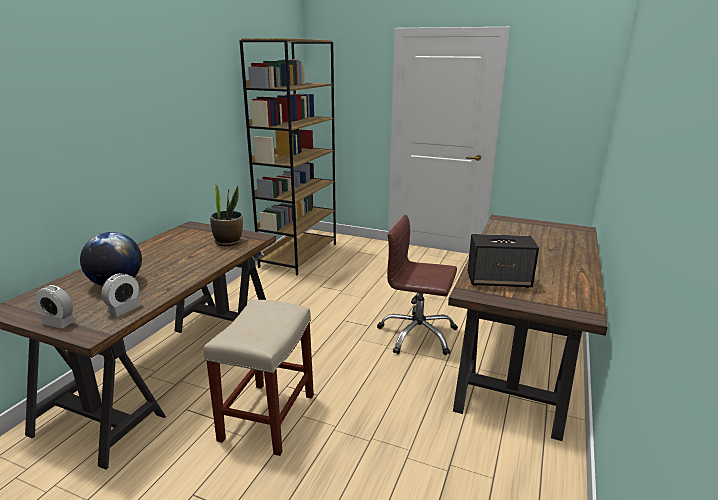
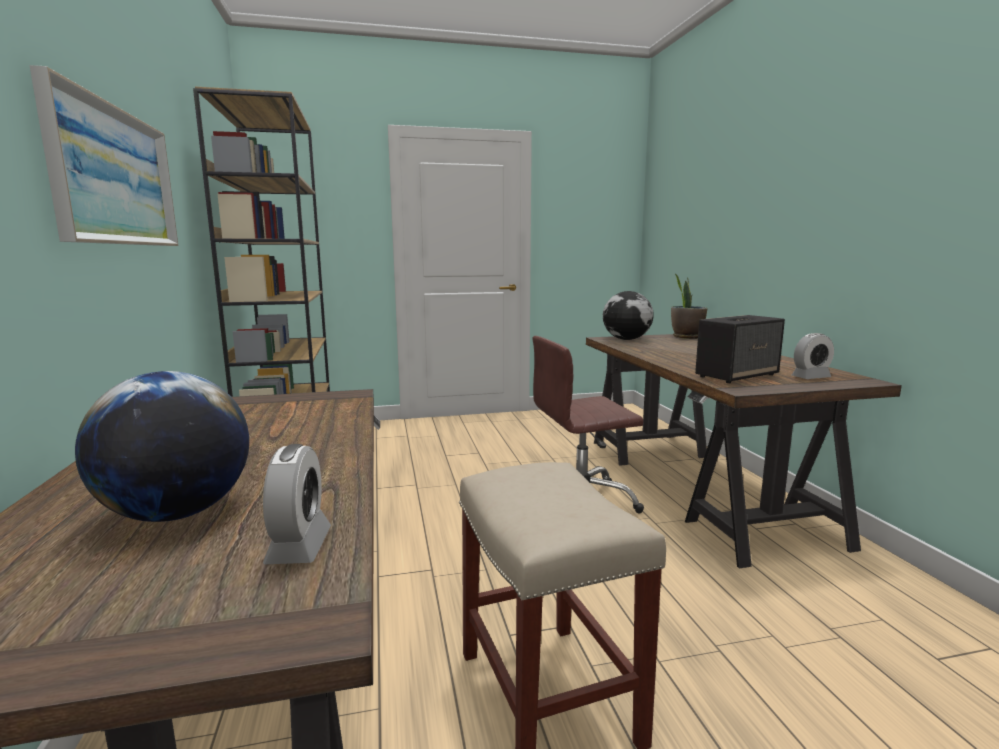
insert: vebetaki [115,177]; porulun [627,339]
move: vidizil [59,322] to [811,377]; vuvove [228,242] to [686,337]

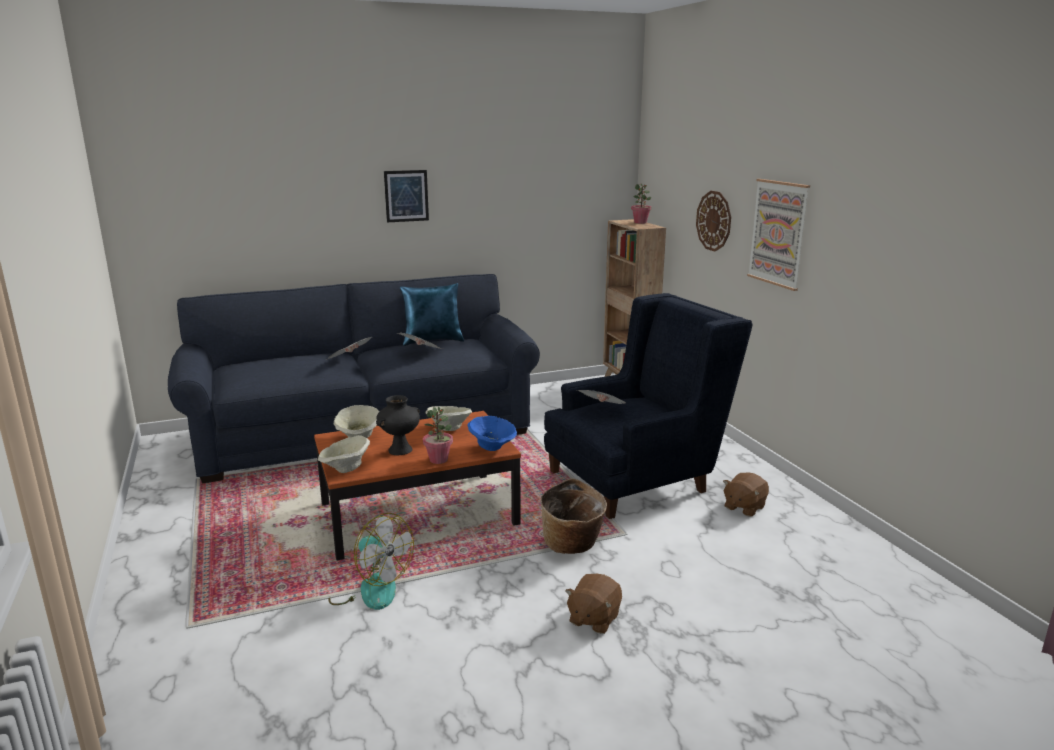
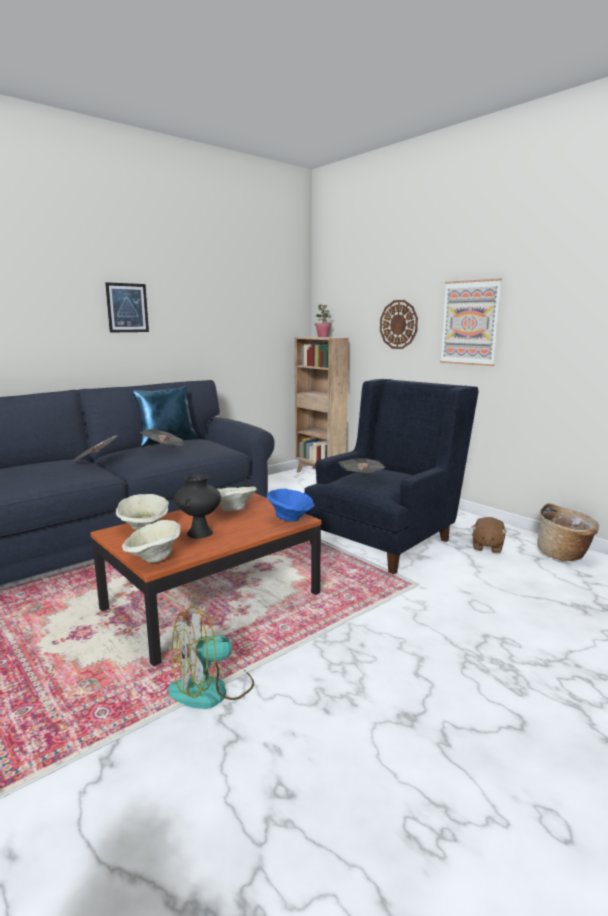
delete: vuvove [439,460]; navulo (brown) [593,619]
move: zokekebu [572,545] to [564,555]
rotate: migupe [370,588] = [211,689] 135 degrees clockwise

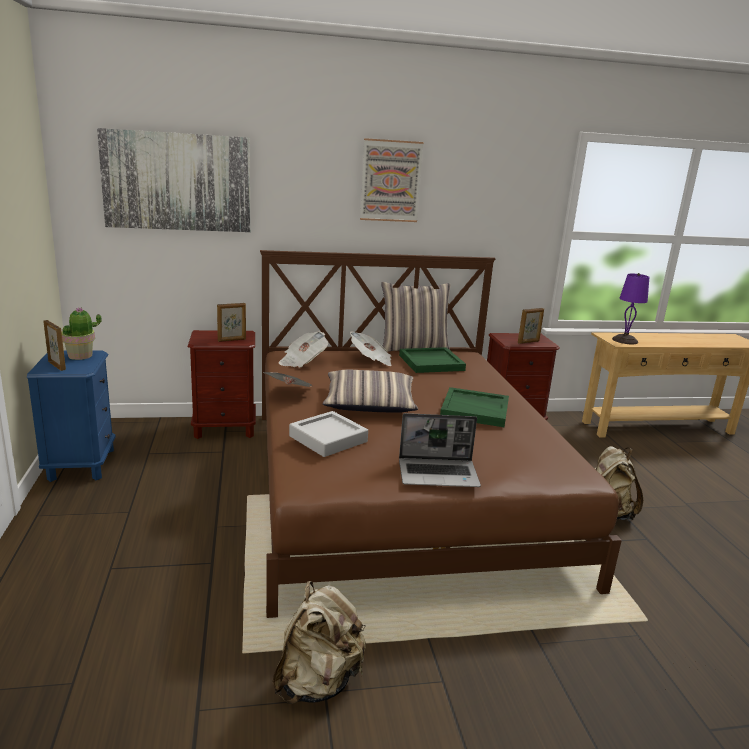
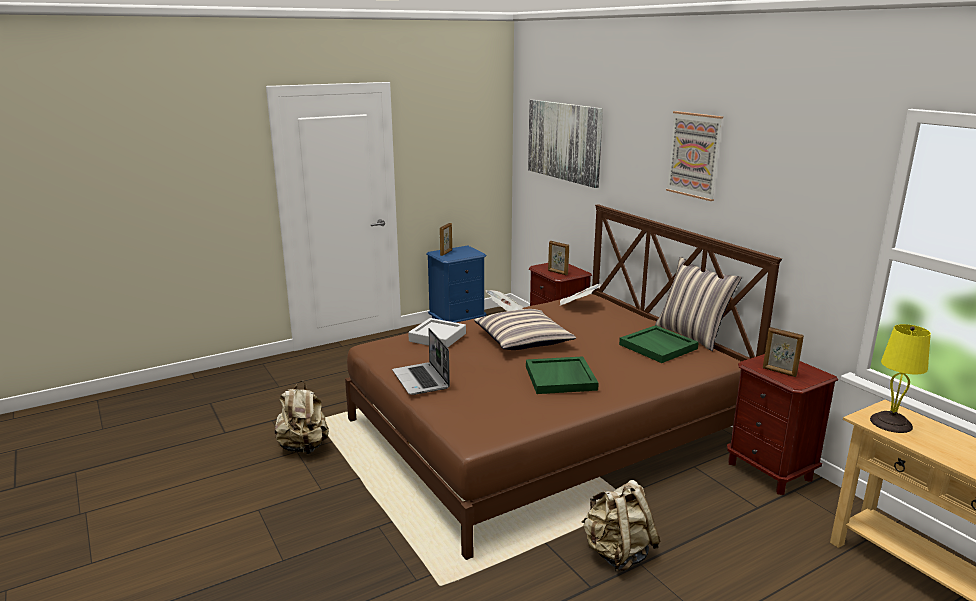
delete: vuvove [81,356]; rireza [371,360]
recolor: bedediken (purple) [625,340] to bedediken (yellow) [891,423]

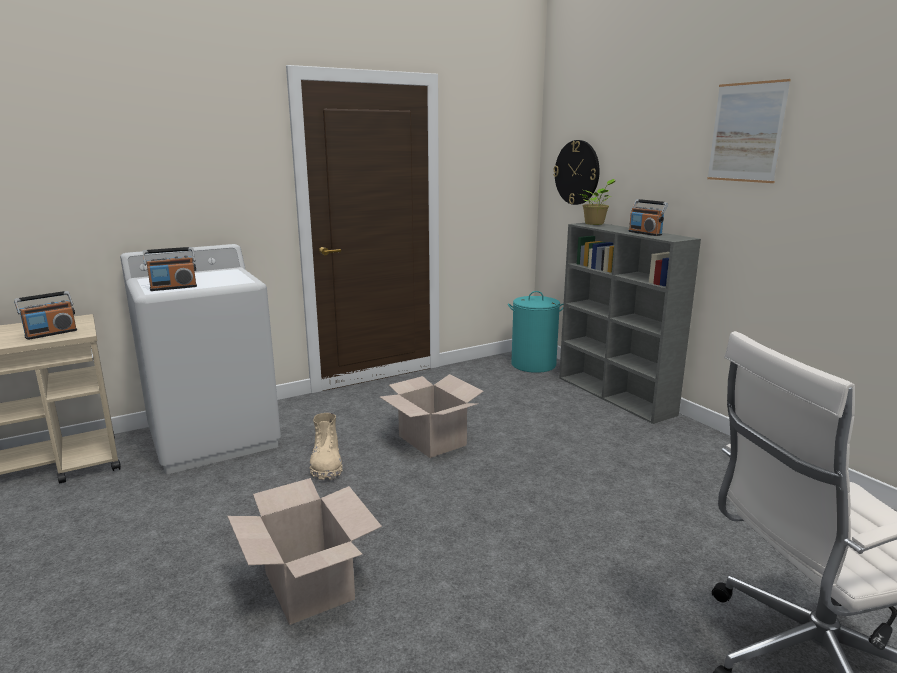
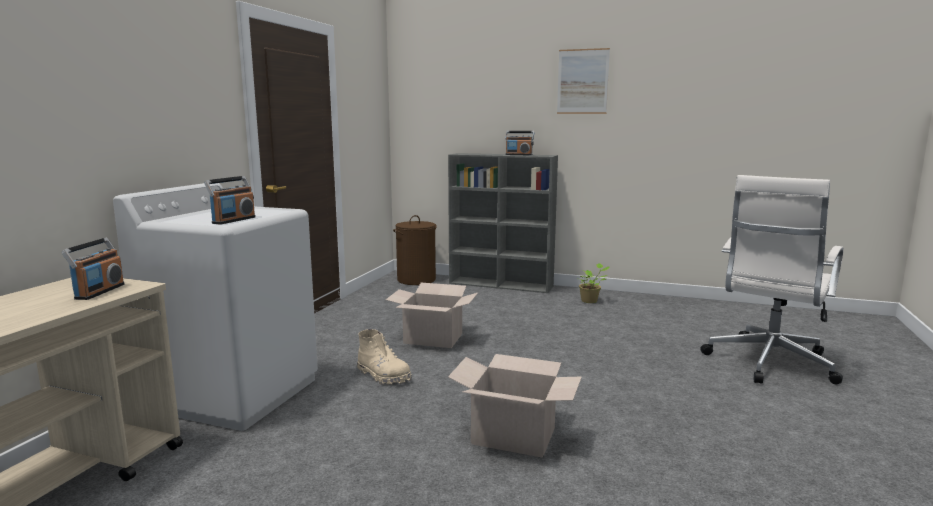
delete: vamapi [577,172]
move: vuvove [595,224] to [590,301]
recolor: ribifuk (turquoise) [534,364] to ribifuk (brown) [416,280]

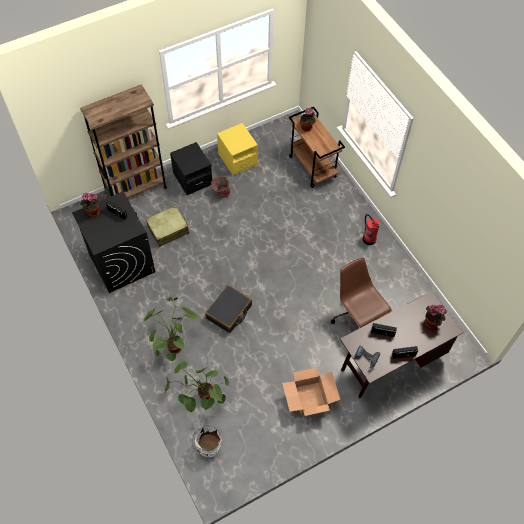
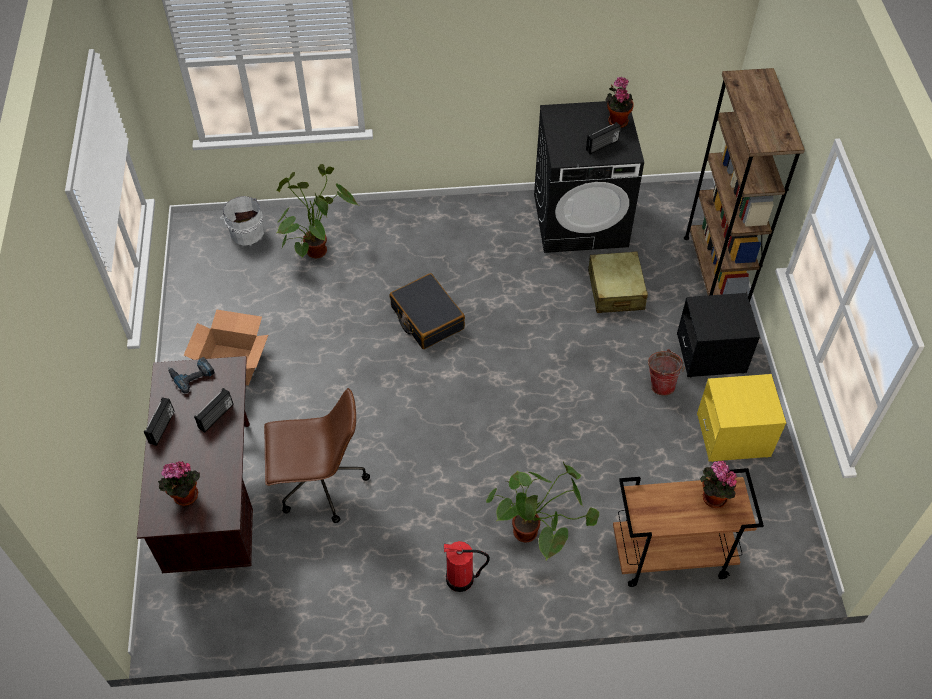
move: vuvove [172,342] to [537,531]

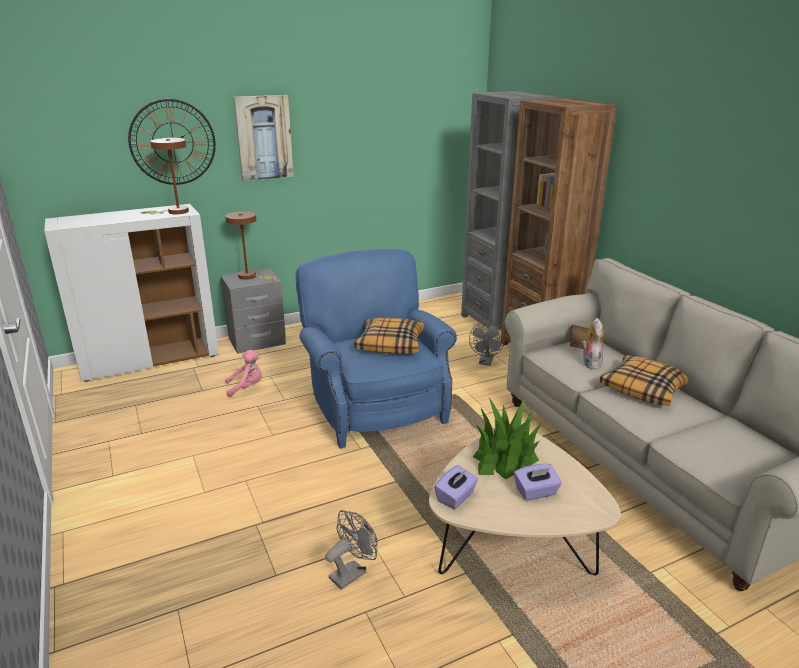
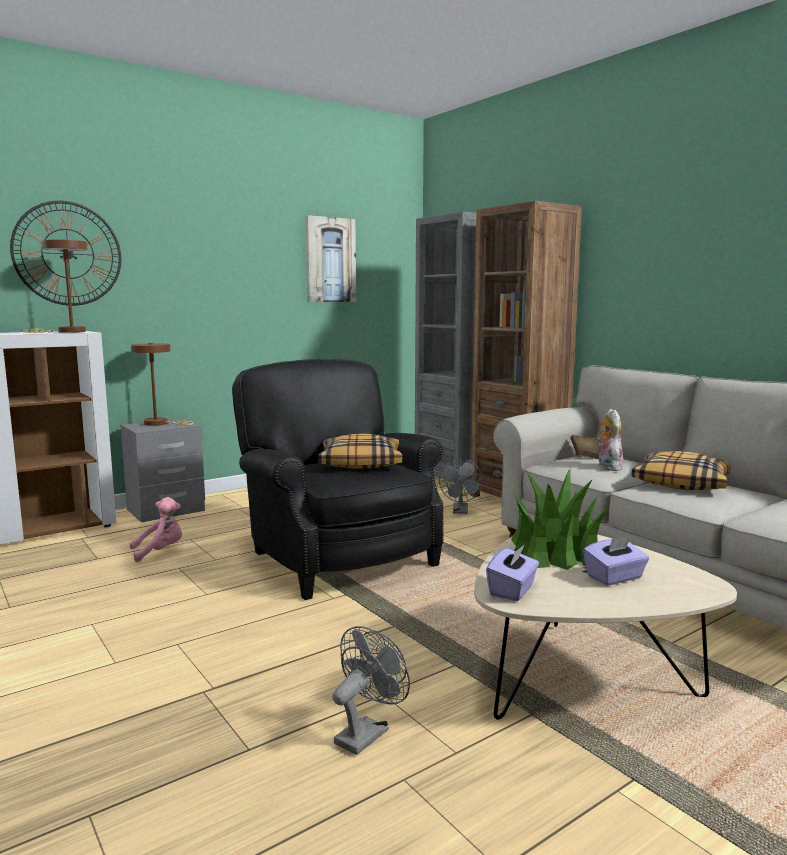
move: vebetaki [264,137] to [330,260]
recolor: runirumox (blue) [374,405] to runirumox (black) [338,556]

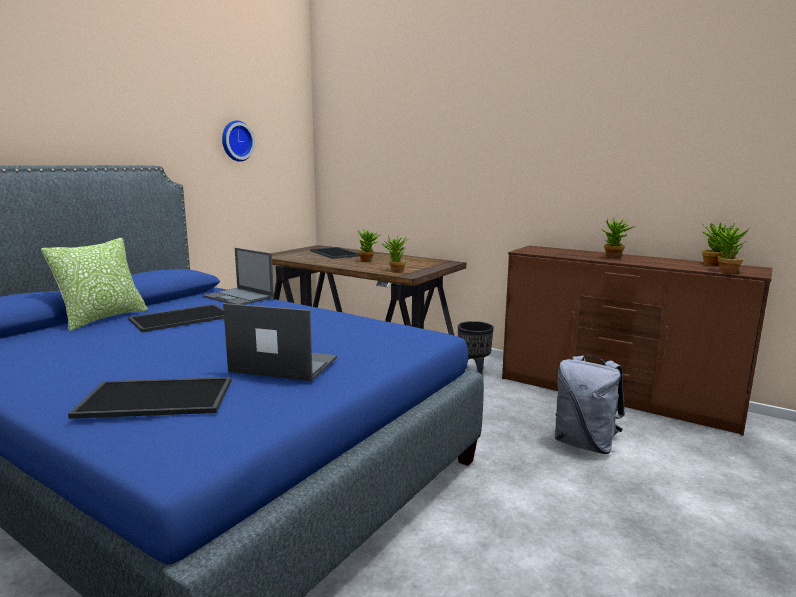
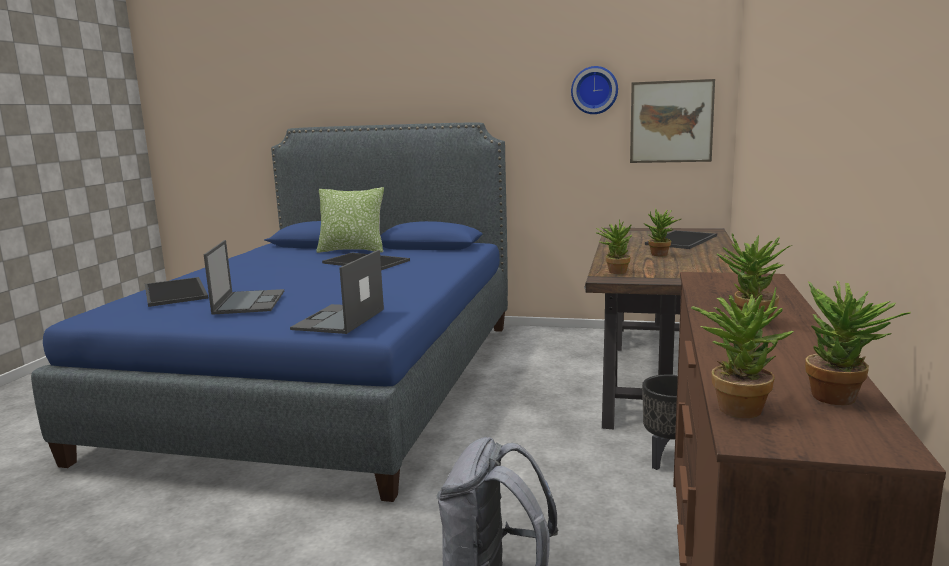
insert: vebetaki [671,122]
move: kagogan [239,297] to [339,320]

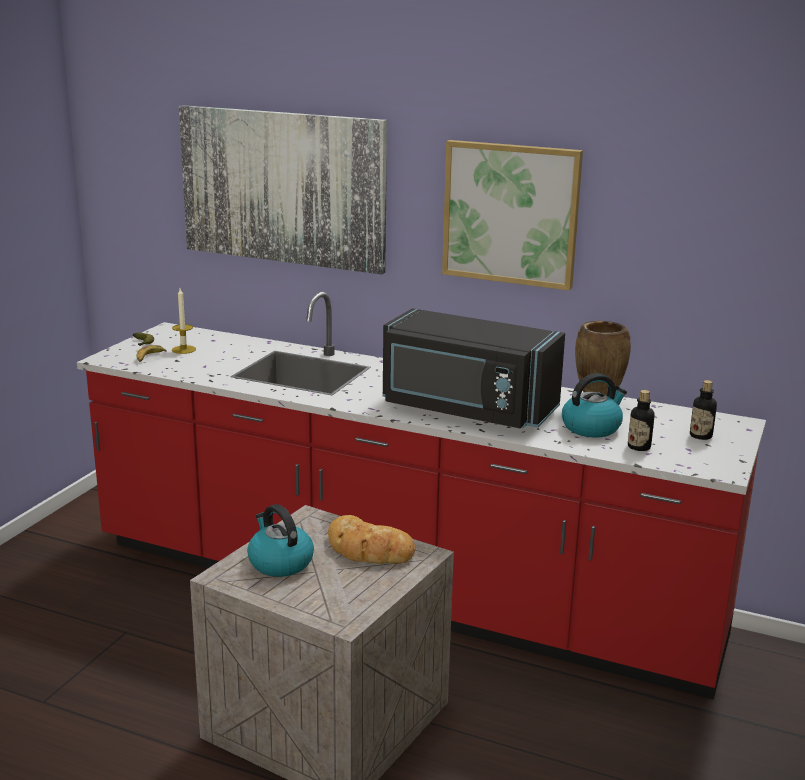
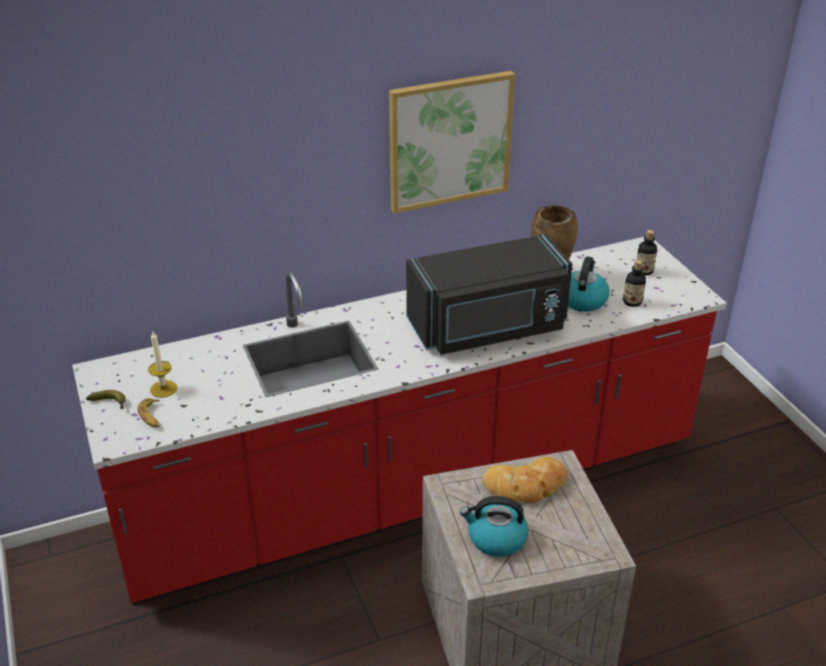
delete: vebetaki [283,187]

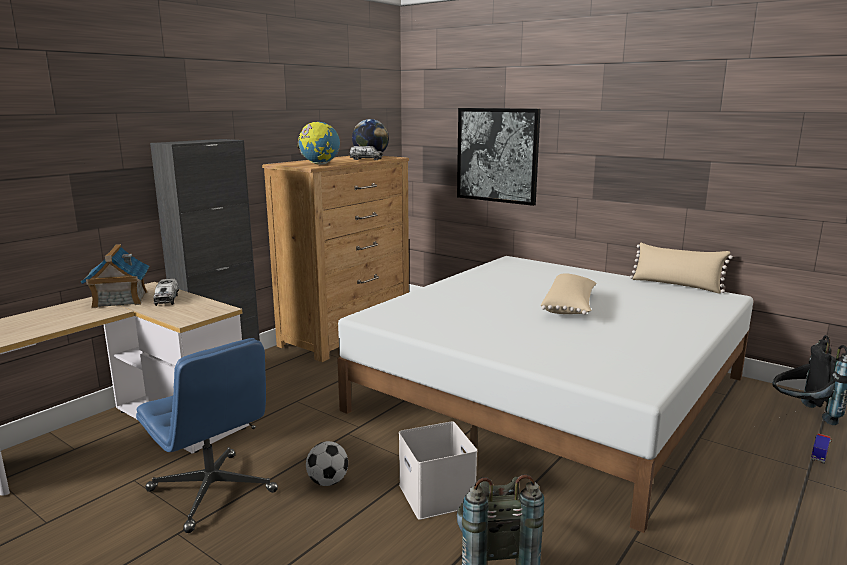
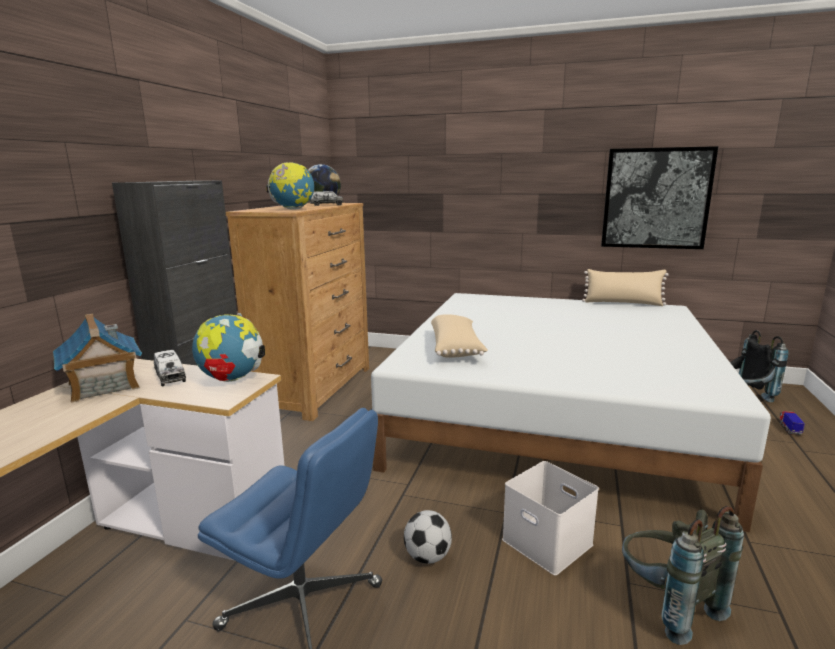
insert: porulun [232,379]
move: vebetaki [497,155] to [656,198]; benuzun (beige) [570,307] to [456,348]

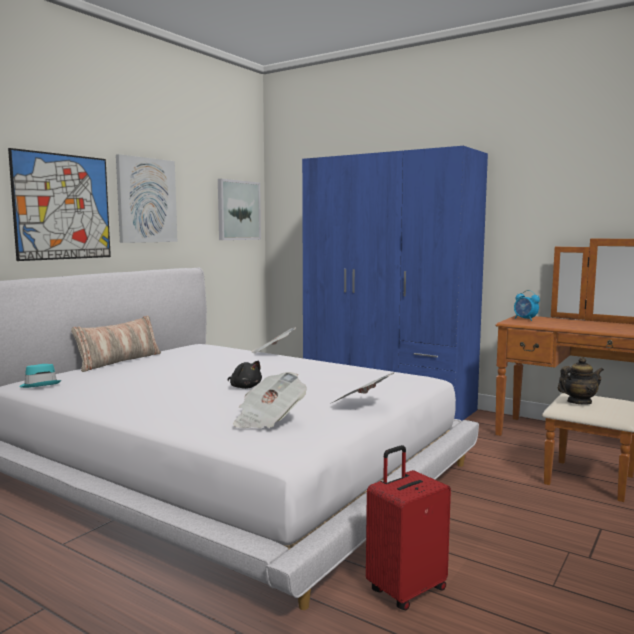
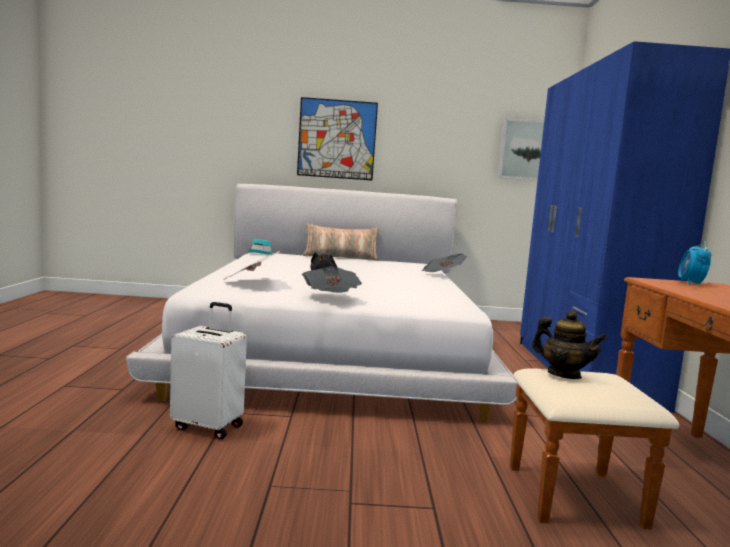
delete: vebetaki [146,200]
recolor: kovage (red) [405,589] to kovage (white) [209,426]

